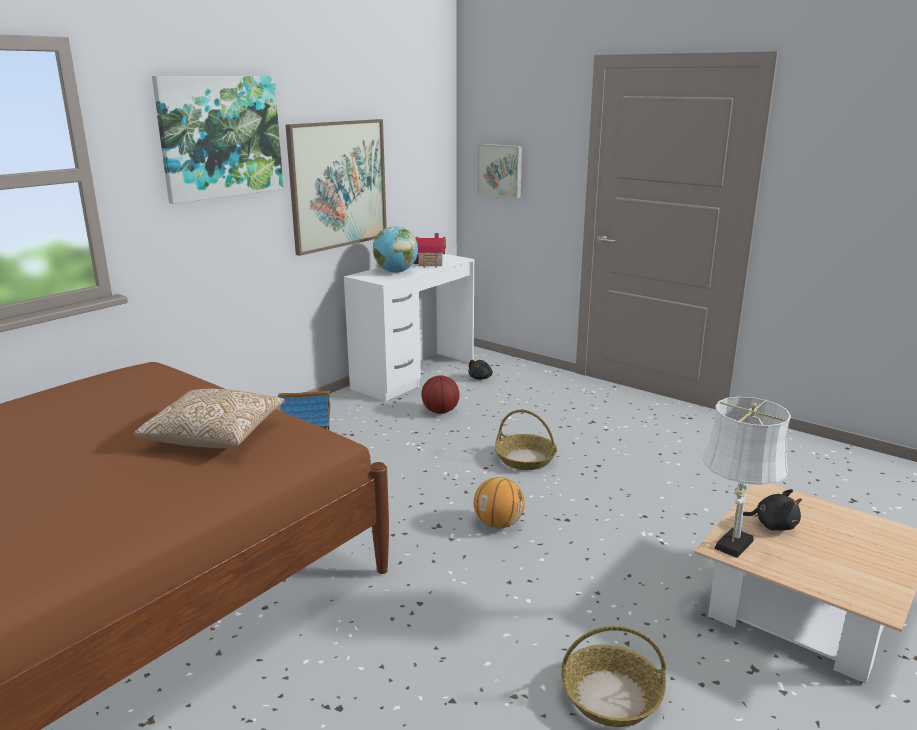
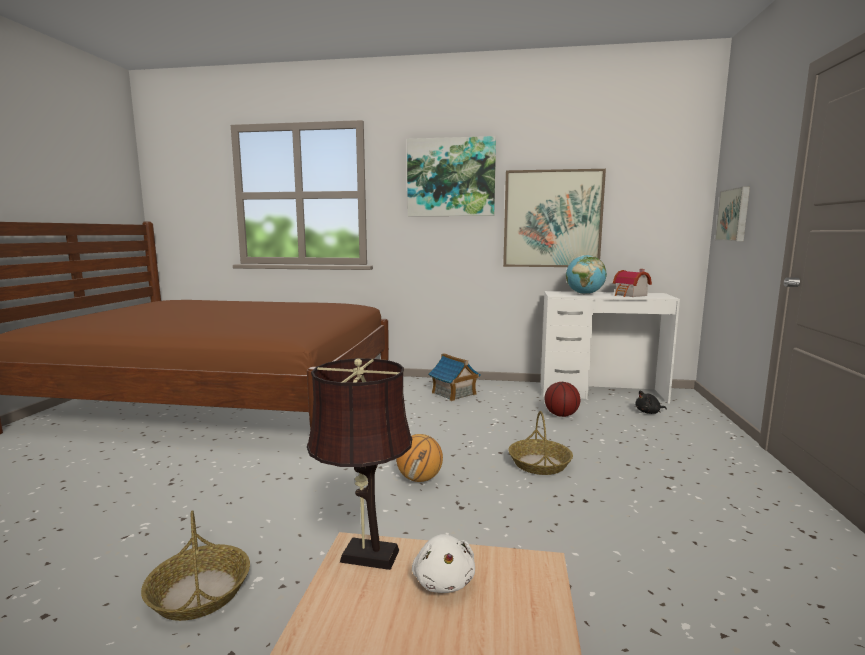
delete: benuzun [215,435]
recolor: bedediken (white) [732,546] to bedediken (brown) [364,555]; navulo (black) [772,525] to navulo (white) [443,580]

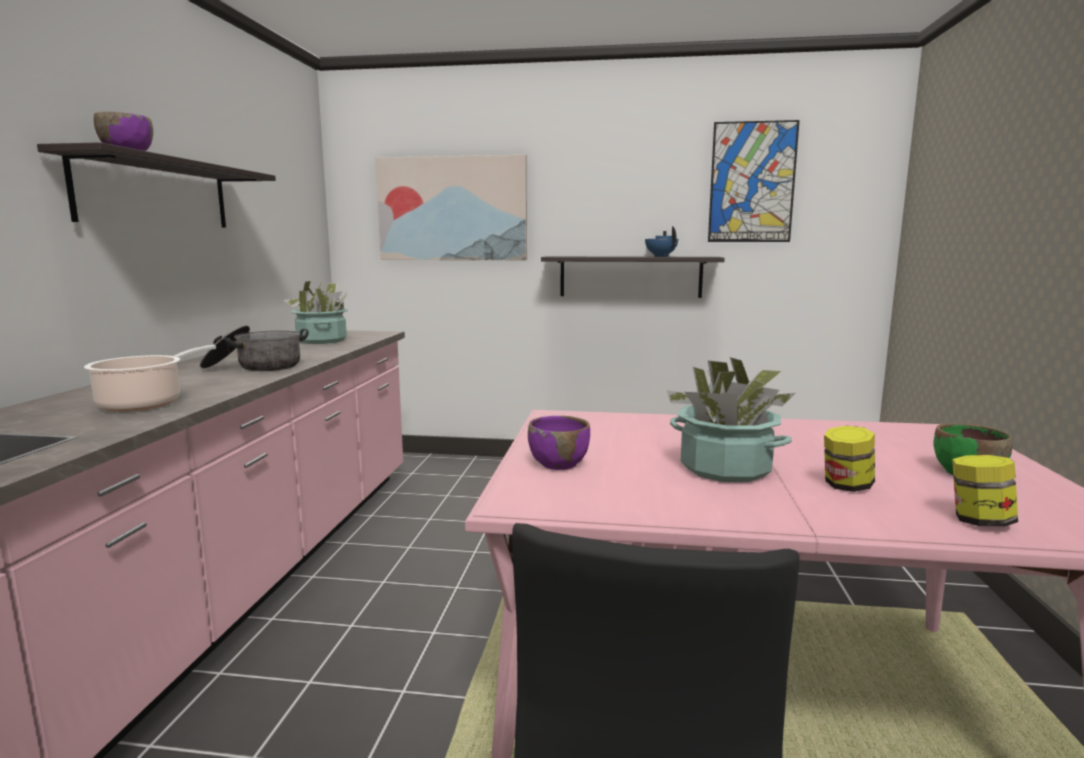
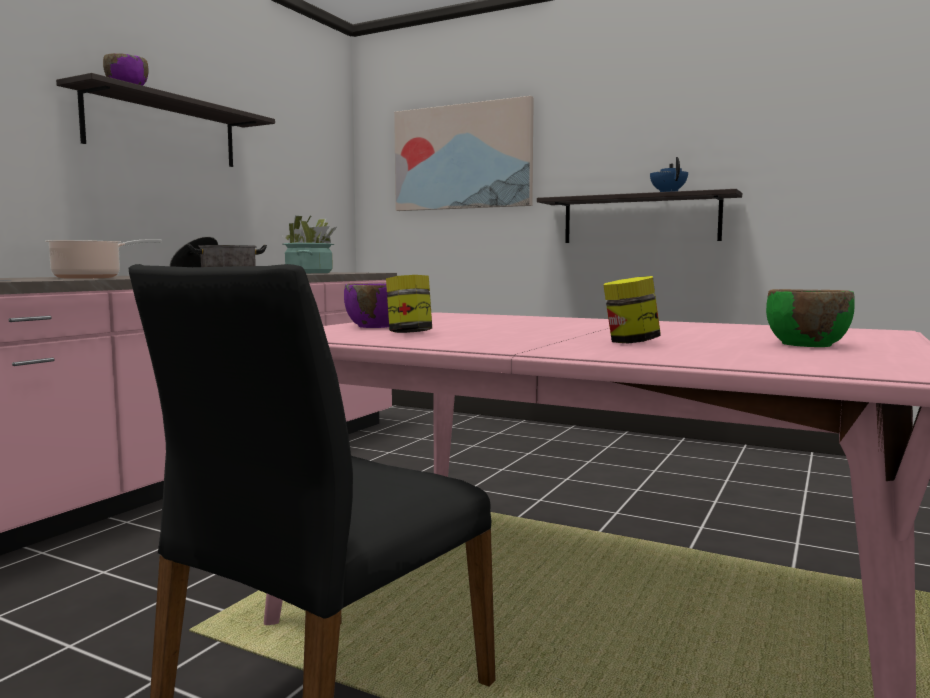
delete: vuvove [725,469]; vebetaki [752,182]
move: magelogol [979,521] to [409,333]

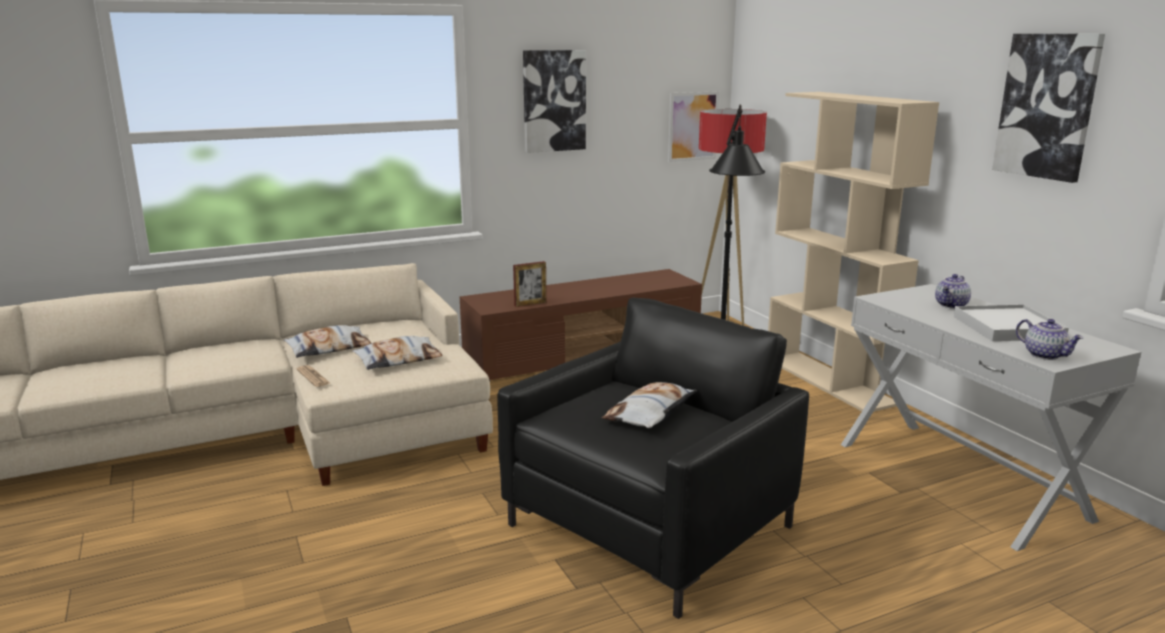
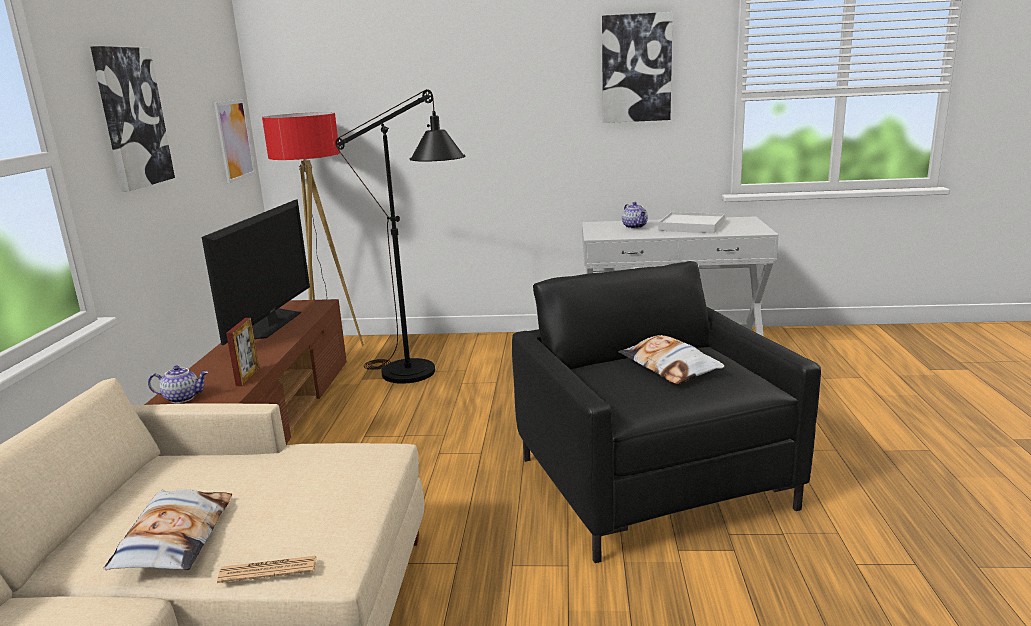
delete: benuzun [398,359]; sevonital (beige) [829,381]
insert: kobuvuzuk [270,324]
move: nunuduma [1045,355] to [183,398]

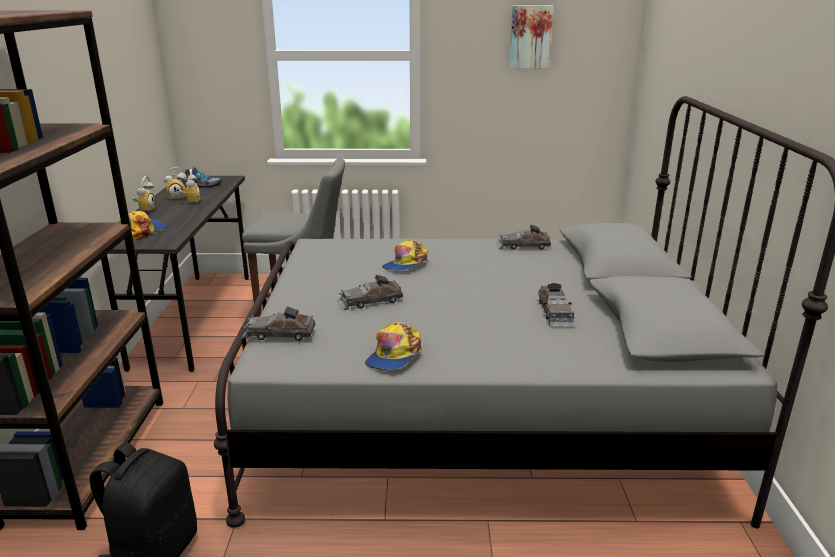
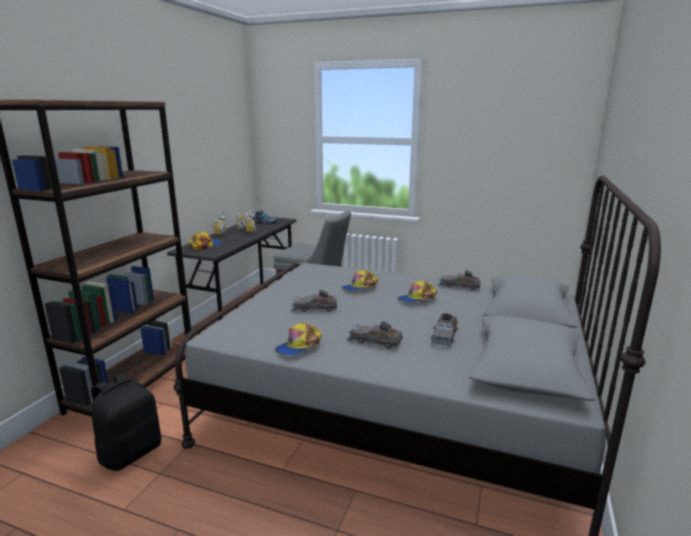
delete: vebetaki [530,37]
insert: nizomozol [417,299]
move: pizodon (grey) [279,334] to [374,341]

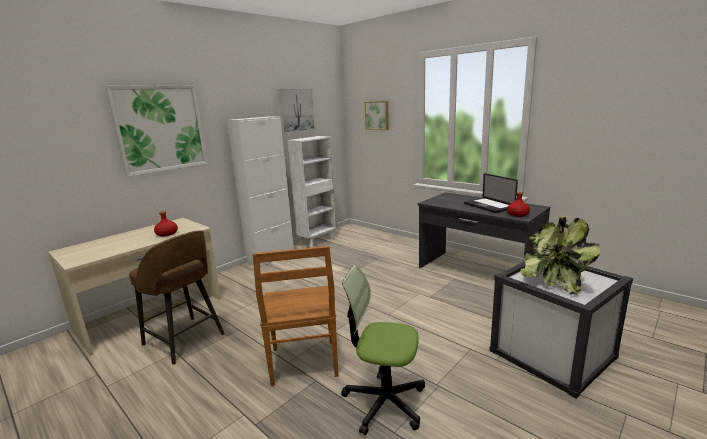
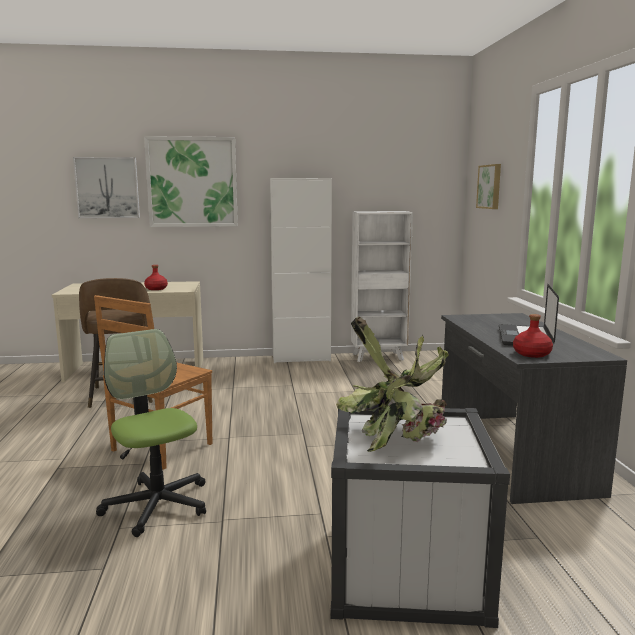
move: vebetaki [296,110] to [107,187]

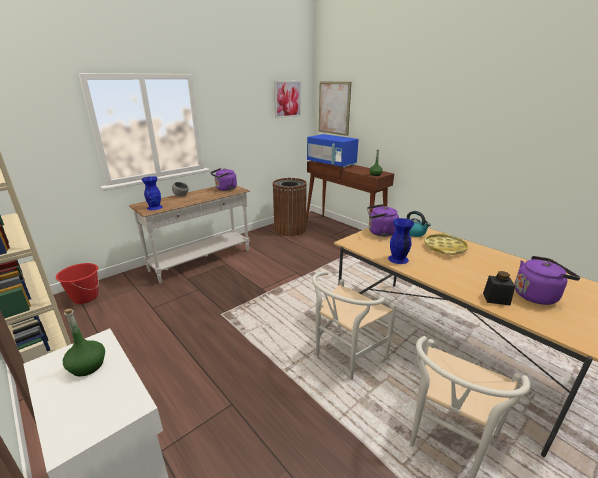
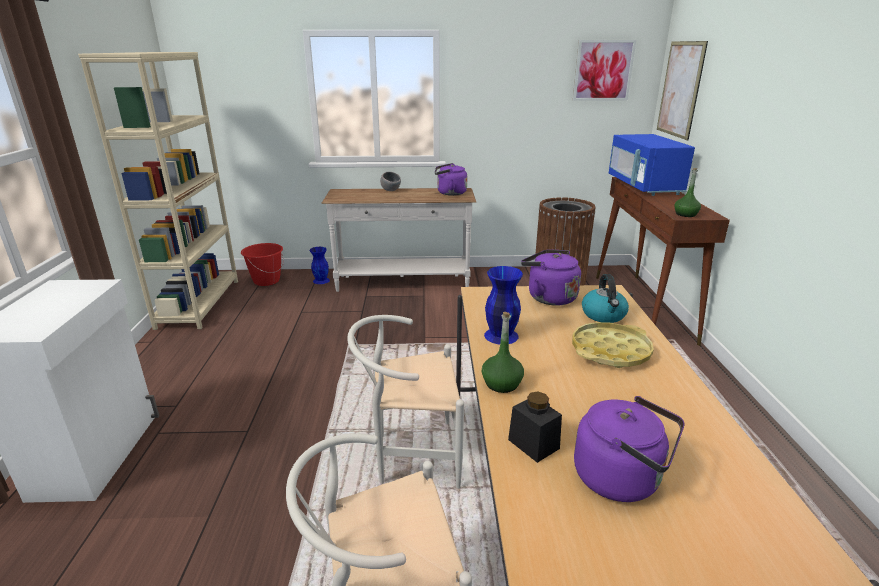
move: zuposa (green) [88,366] to [502,383]; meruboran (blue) [155,207] to [321,280]

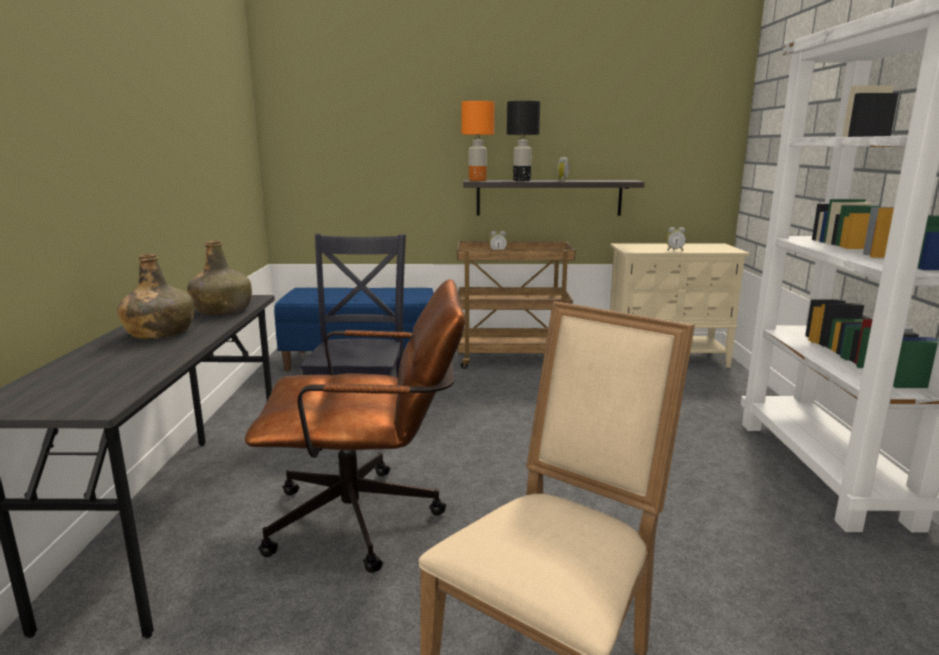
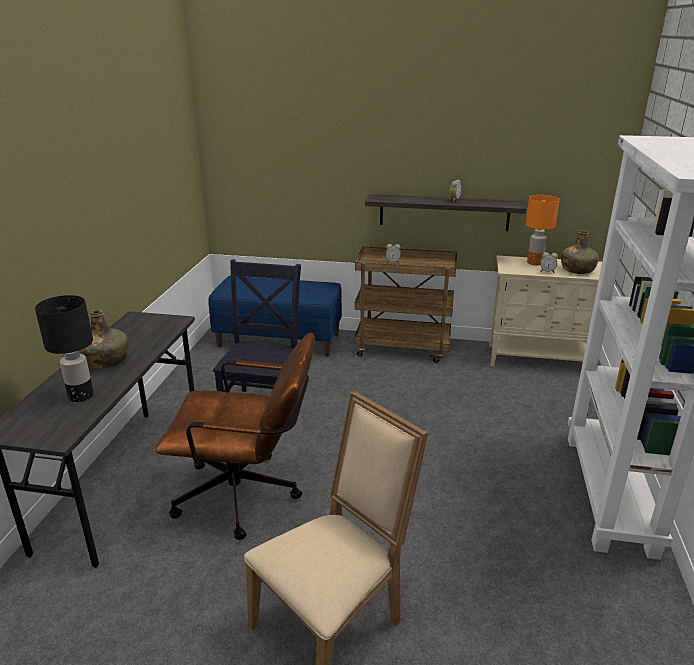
move: zuposa (green) [223,310] to [577,270]; bedediken (orange) [477,180] to [534,262]; bedediken (black) [521,180] to [80,395]

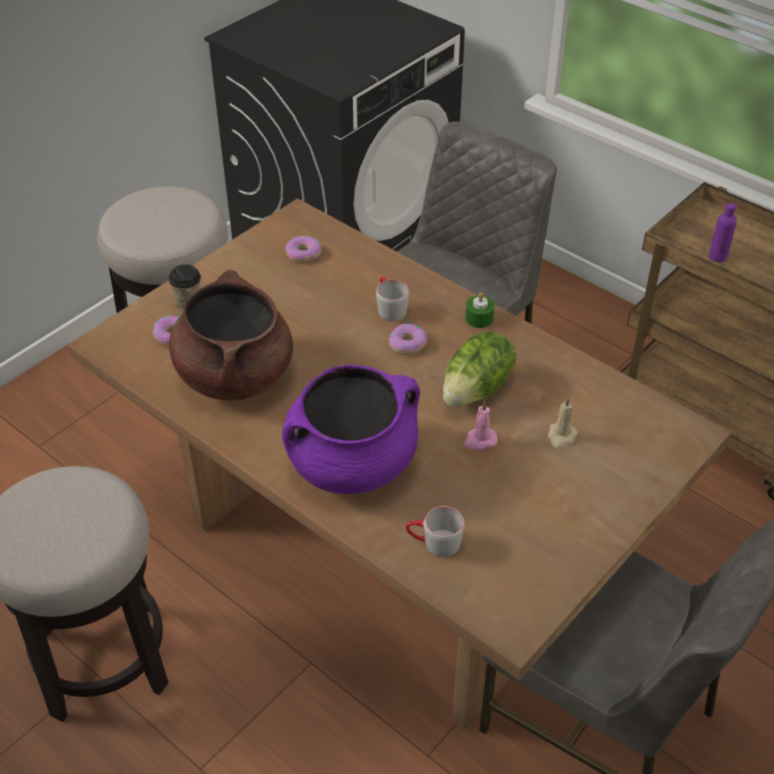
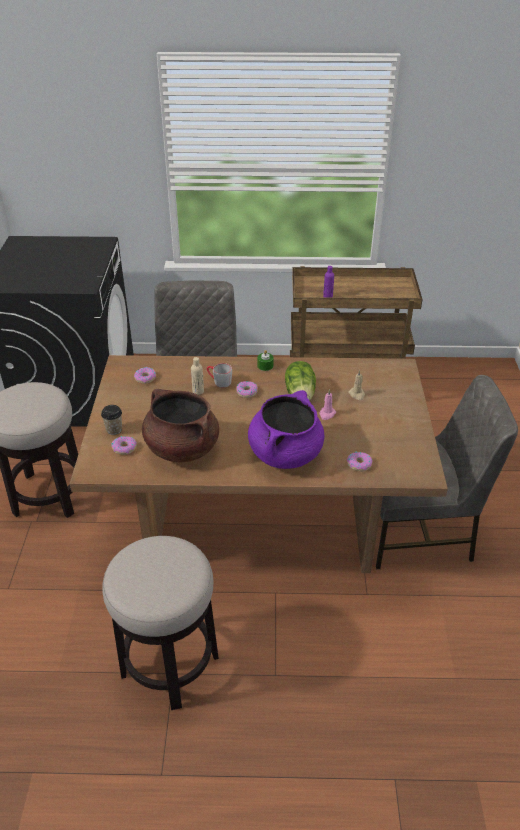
insert: zuposa (beige) [198,391]
replace: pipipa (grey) [434,543] to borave [359,464]

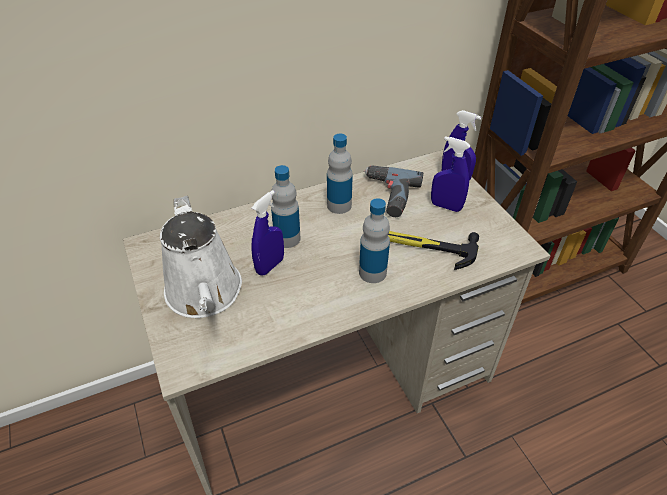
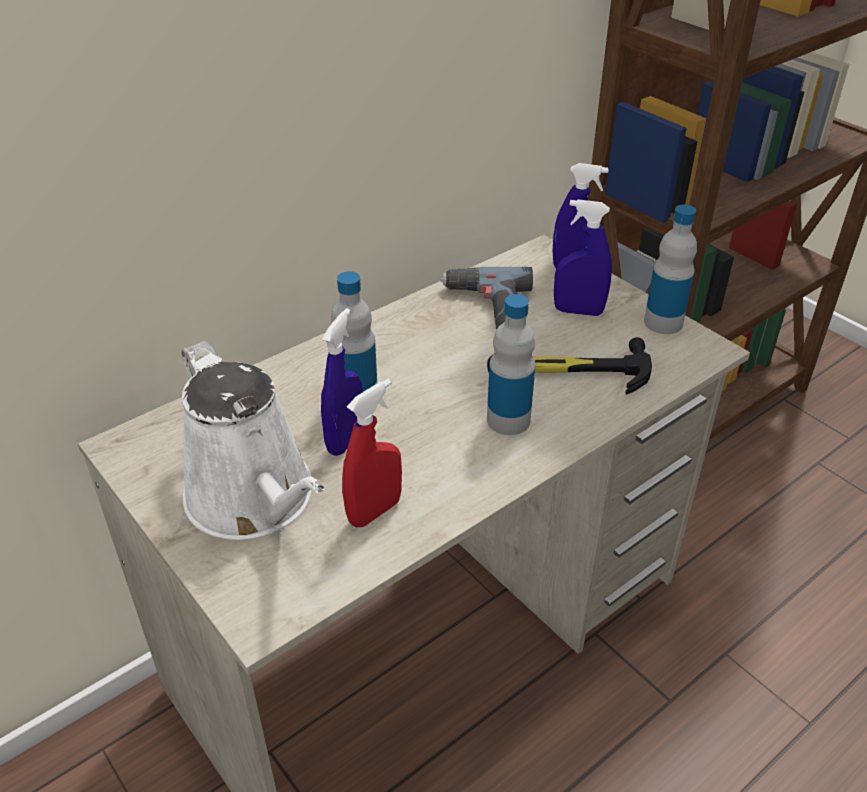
insert: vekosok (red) [374,511]
move: zuposa [339,205] to [663,322]

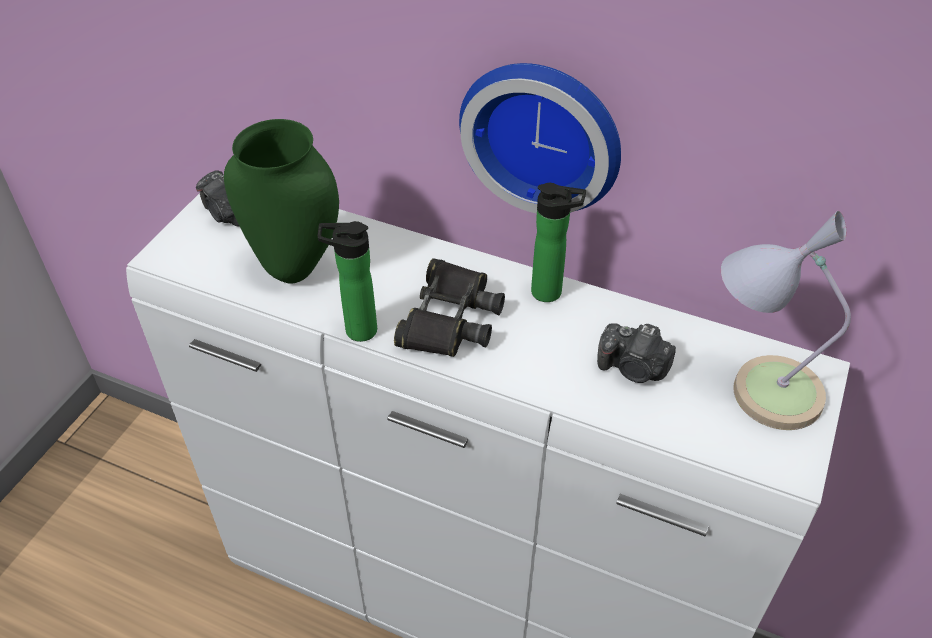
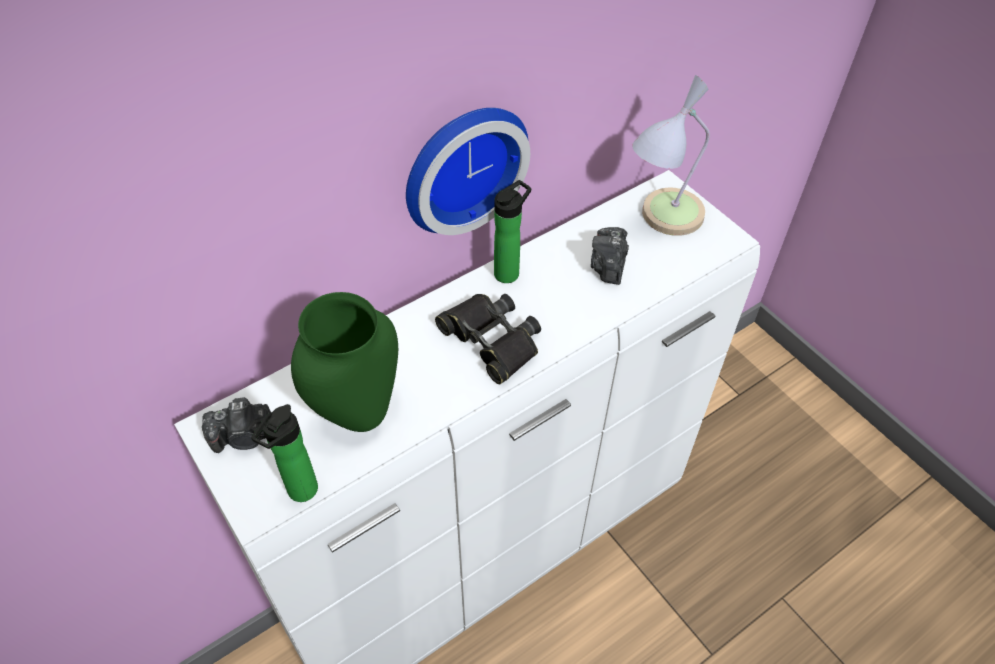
move: zuposa [356,330] to [299,493]
rotate: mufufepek [633,368] = [608,266] 135 degrees clockwise

